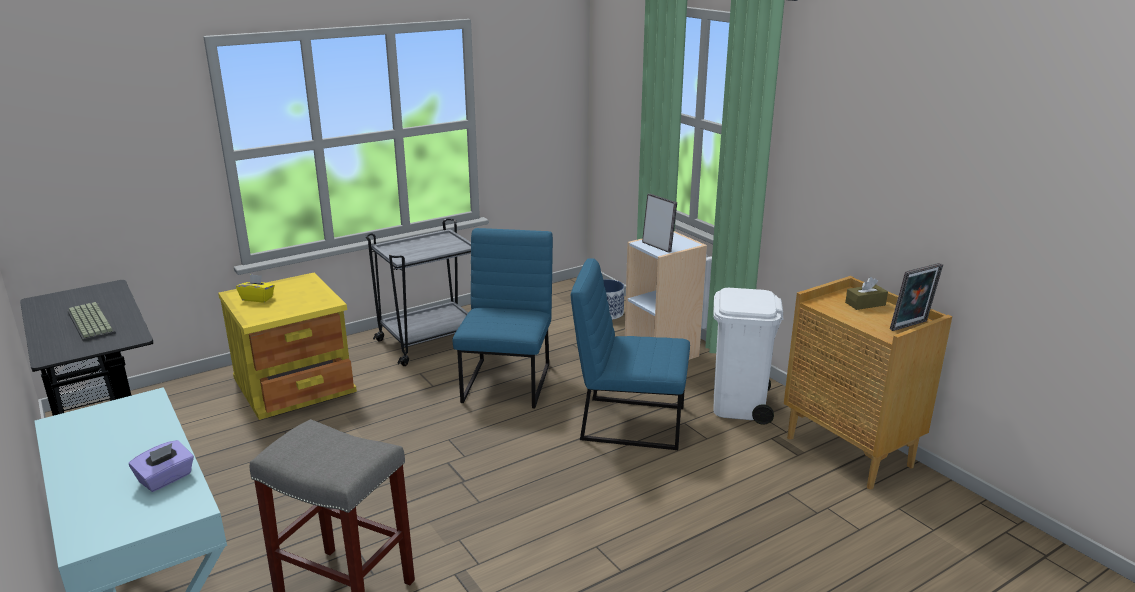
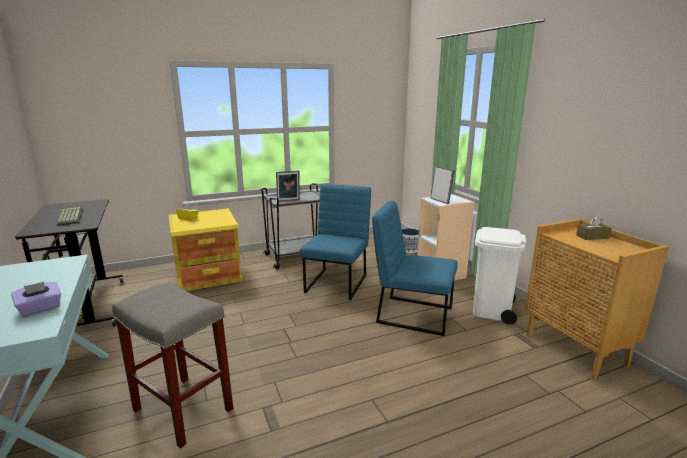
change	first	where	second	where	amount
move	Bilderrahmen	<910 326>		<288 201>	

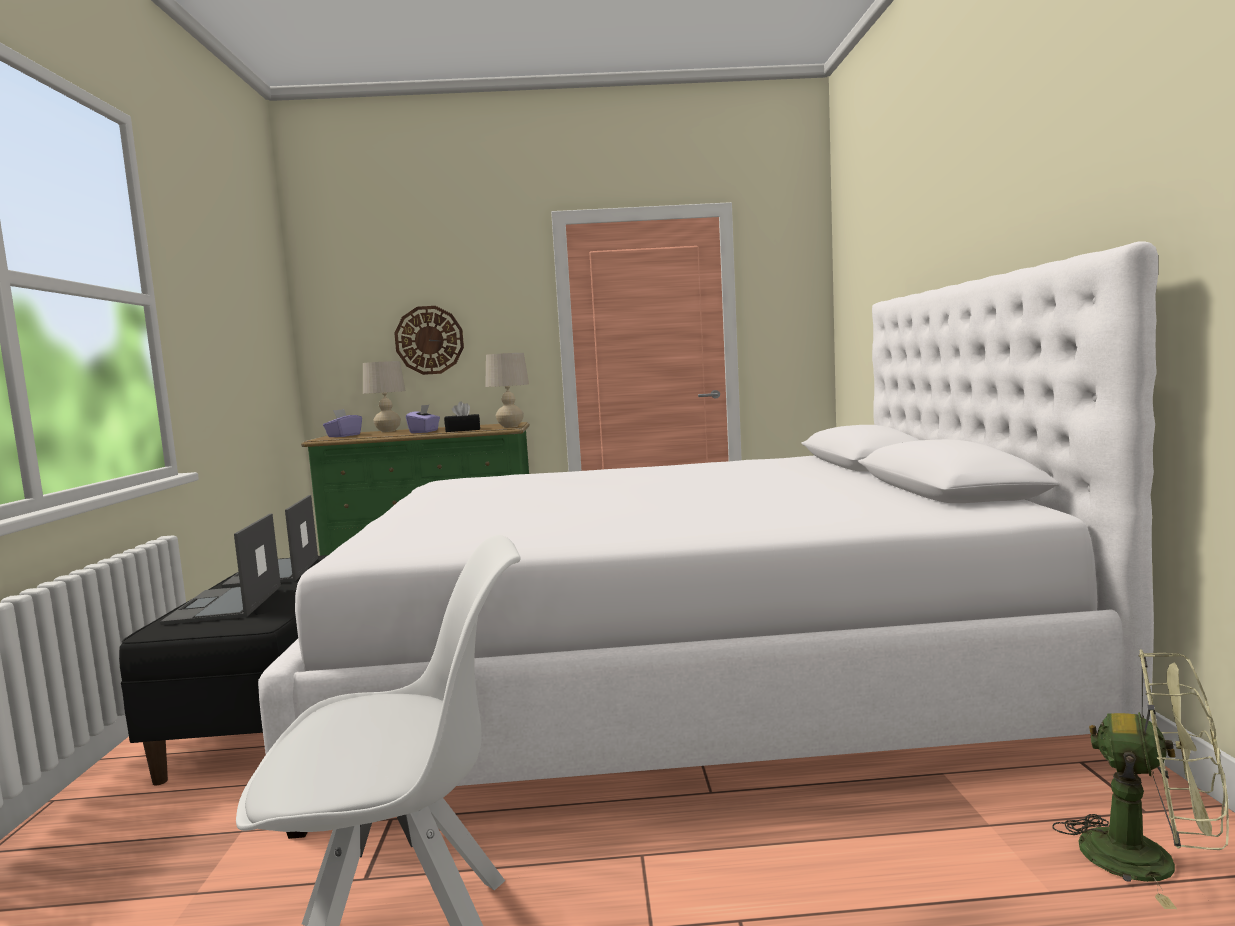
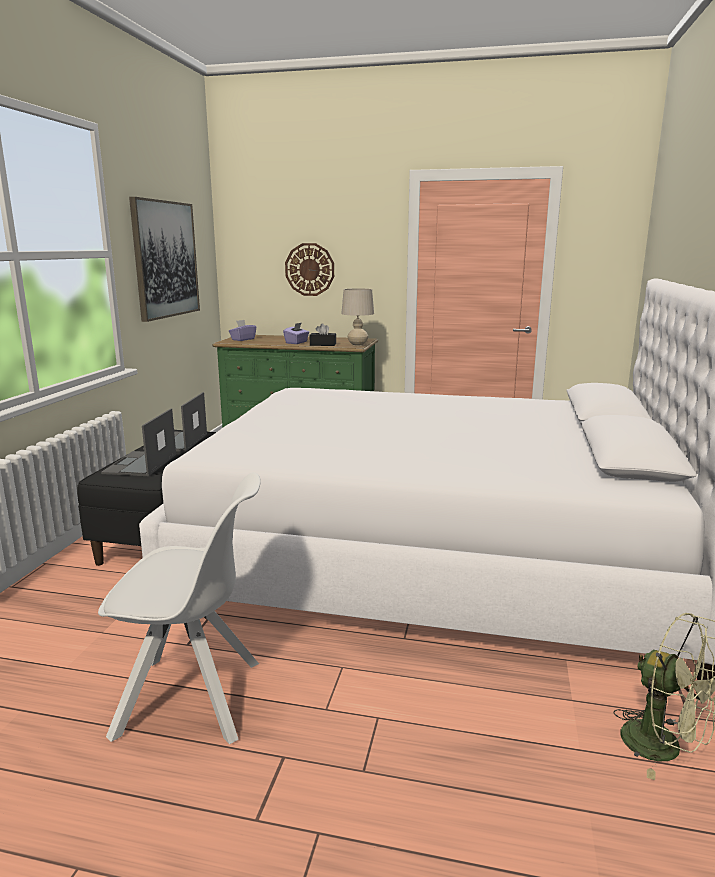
change	first	where	second	where	amount
delete	Tischlampe (beige)	<388 431>			
insert			Bild	<165 259>	

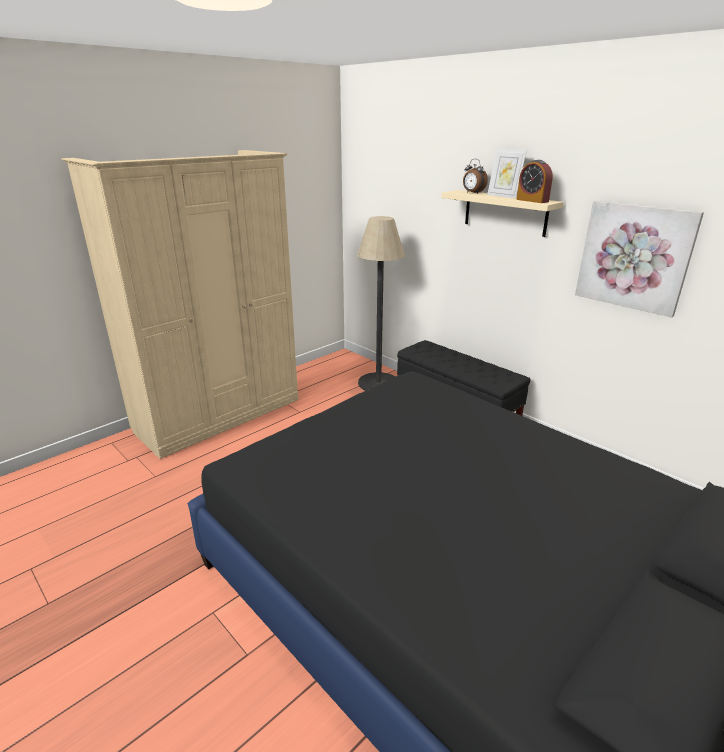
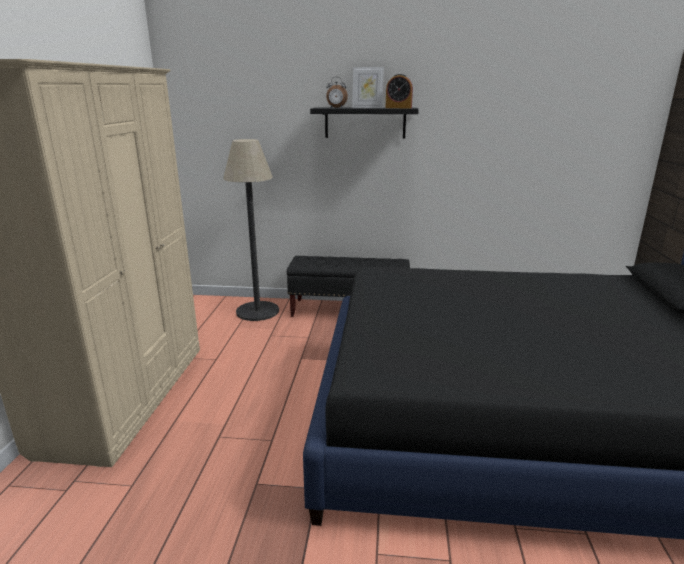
change	first	where	second	where	amount
recolor	Wandregal (beige)	<505 212>	Wandregal (schwarz)	<365 123>	
delete	Bild	<634 257>			

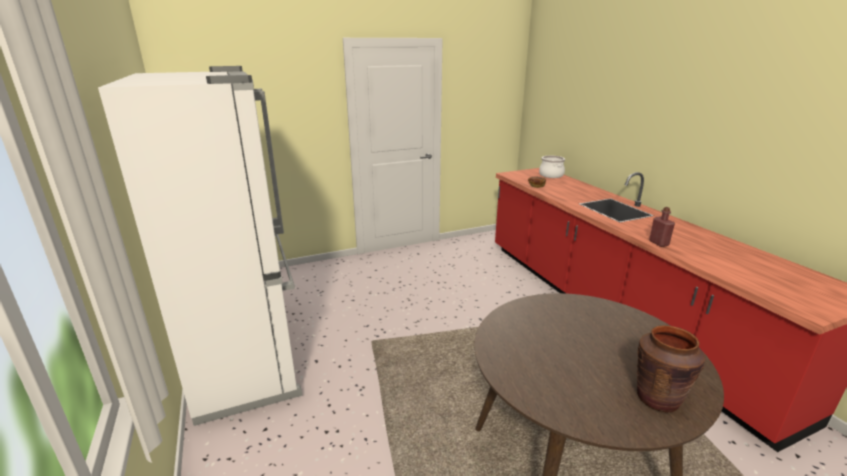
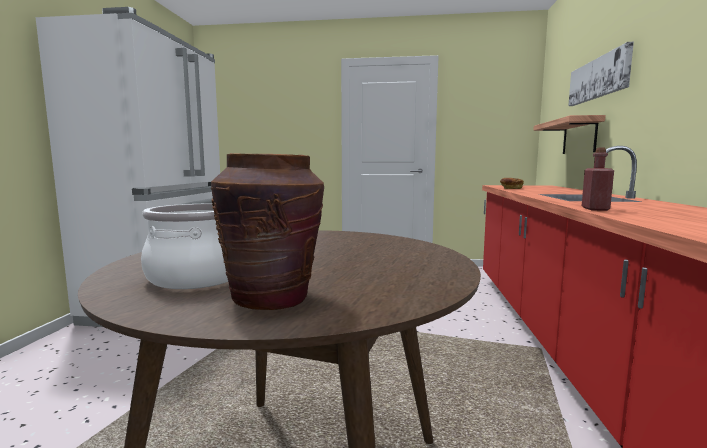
change	first	where	second	where	amount
move	Kochtopf	<551 175>		<199 277>	
insert			Wandregal	<579 137>	
insert			Bild	<599 78>	

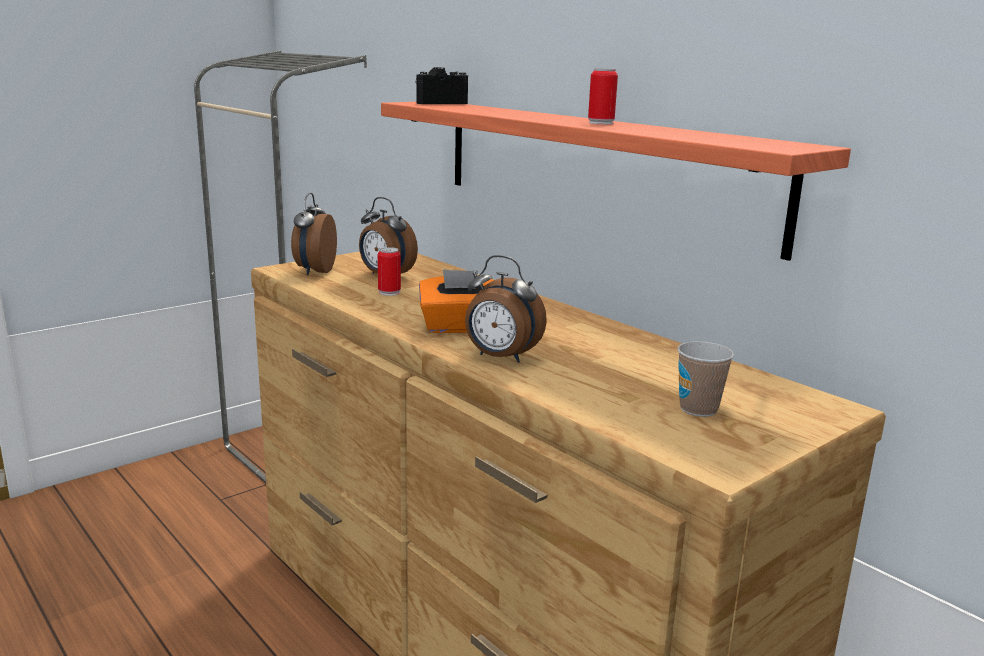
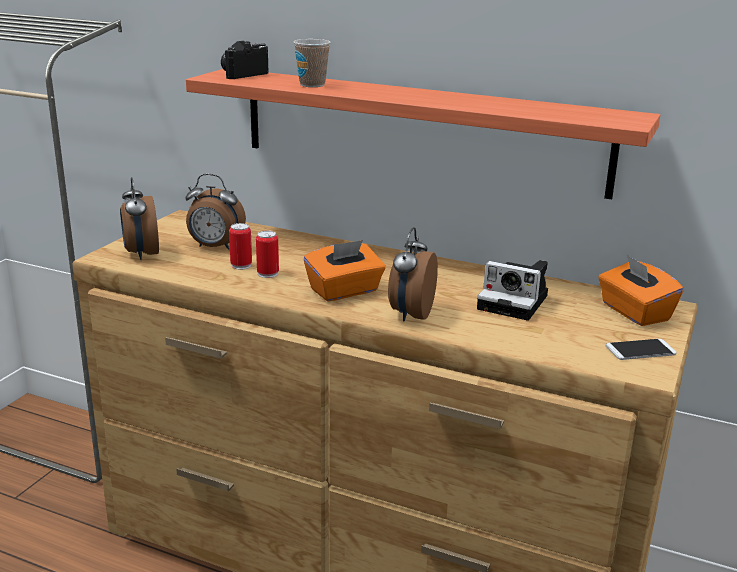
change	first	where	second	where	amount
rotate	Wecker	<500 357>		<410 314>	105 degrees clockwise
move	Dose	<601 123>		<268 273>	
move	Tasse	<698 409>		<312 85>	
insert			Kamera	<516 302>	
insert			Taschentuchbox (orange)	<634 312>	
insert			Handy	<640 350>	

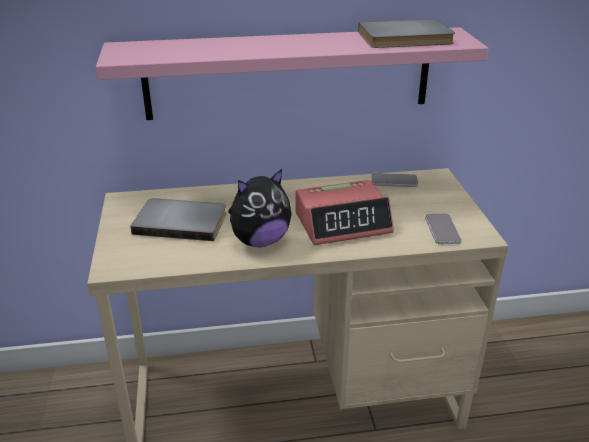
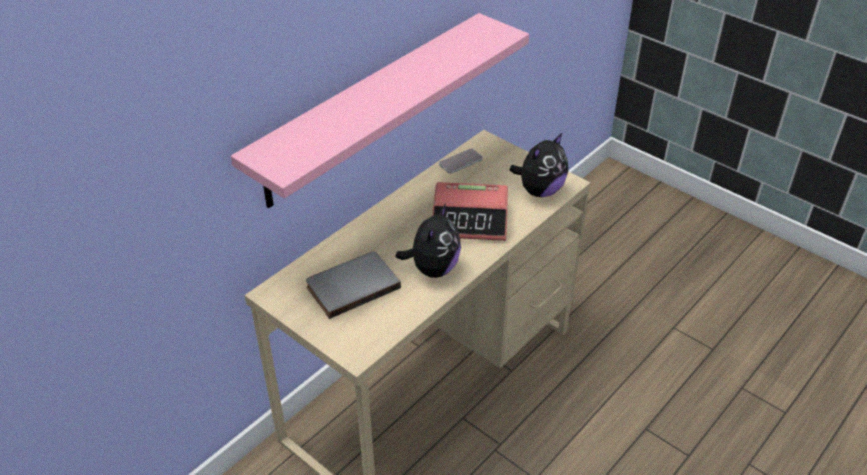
change	first	where	second	where	amount
rotate	Wecker	<343 223>		<470 220>	60 degrees clockwise
delete	Buch (grau)	<406 39>			
replace	Handy	<442 229>	Plüschtier	<539 190>	

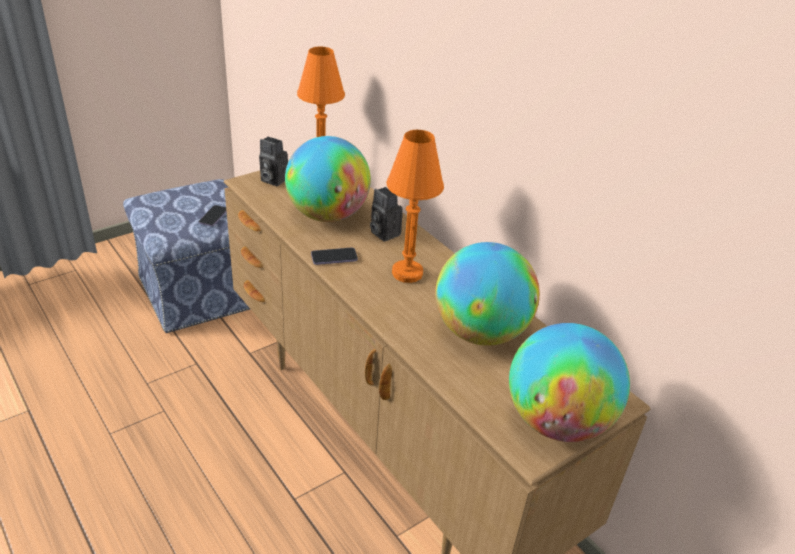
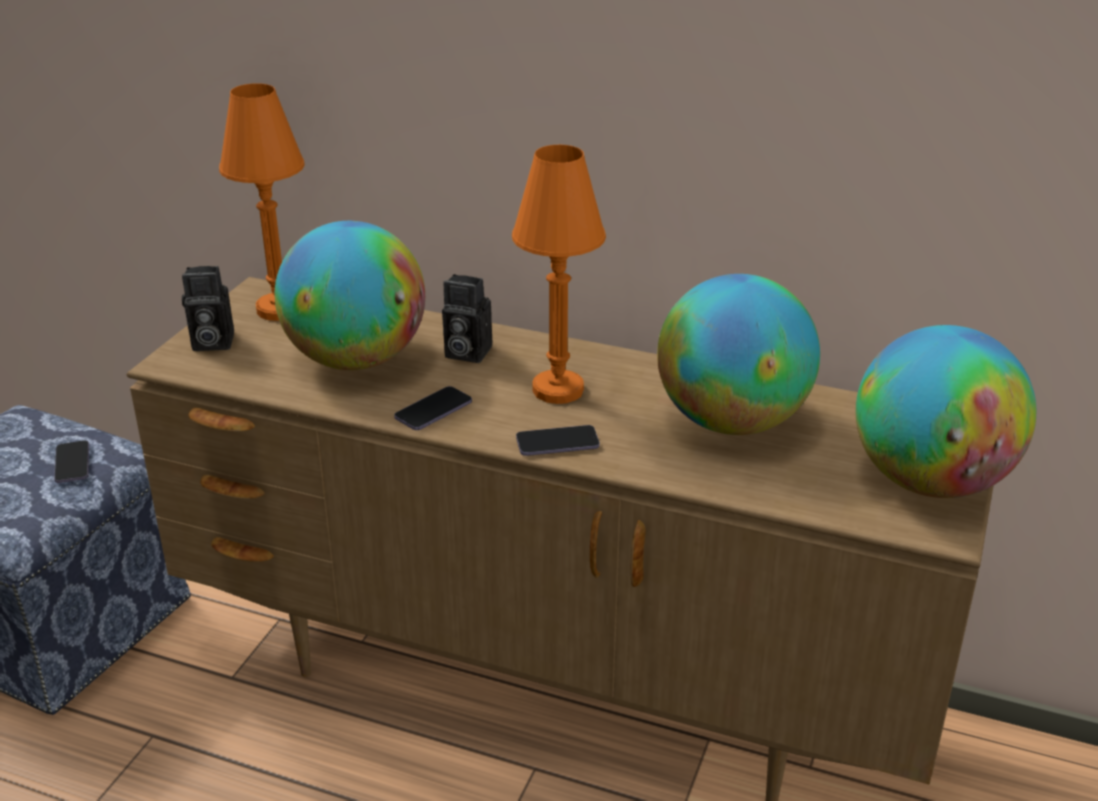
change	first	where	second	where	amount
insert			Handy	<557 443>	

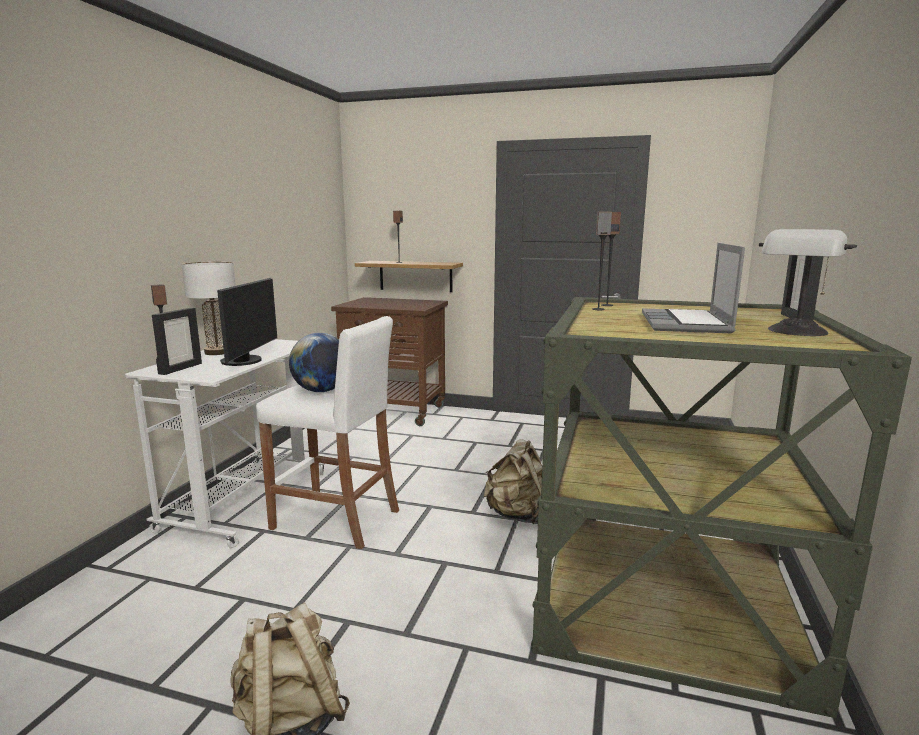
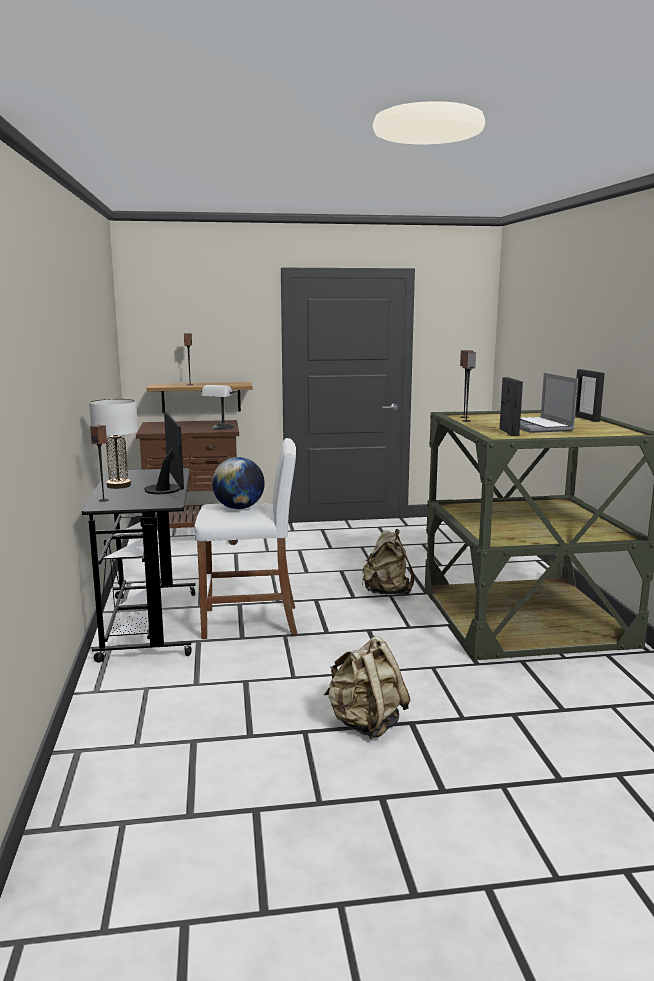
change	first	where	second	where	amount
recolor	Schreibtisch (weiß)	<246 500>	Schreibtisch (schwarz)	<149 625>	
move	Bilderrahmen	<180 368>		<508 432>	
move	Tischlampe	<796 332>		<221 428>	

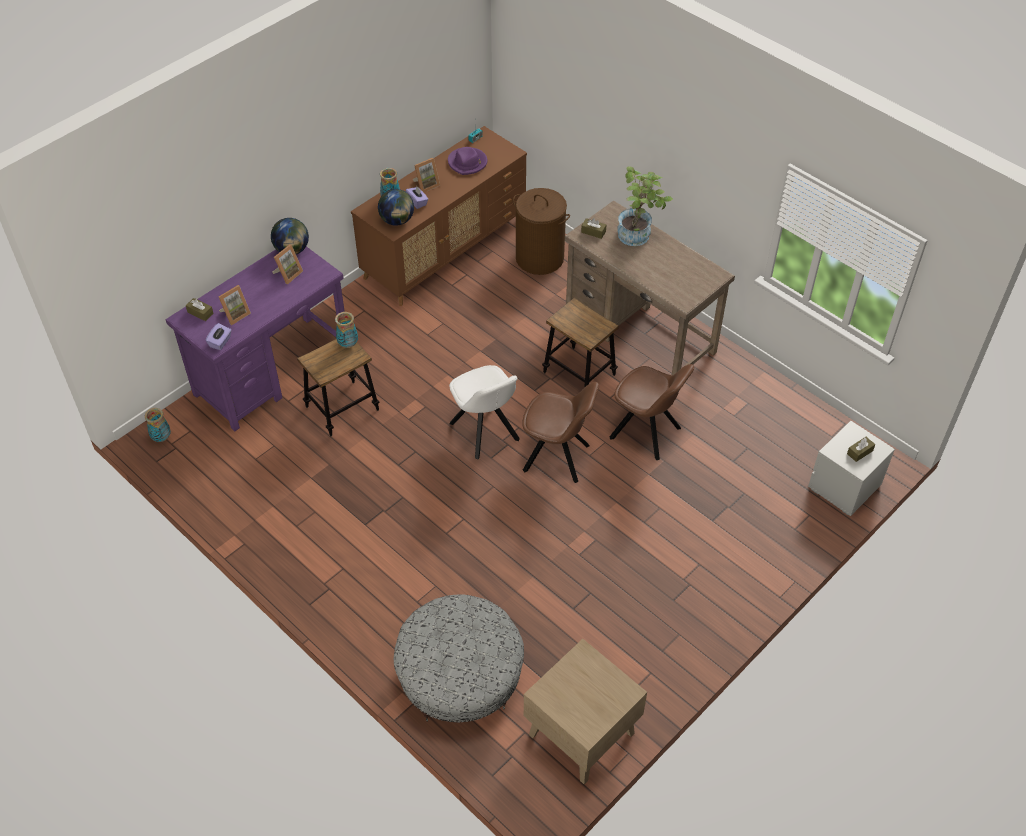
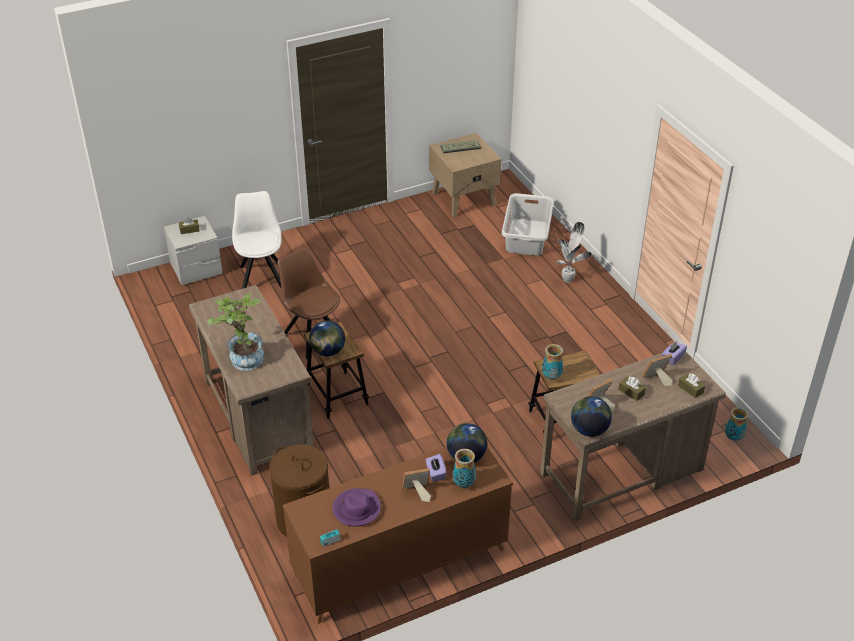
change	first	where	second	where	amount
recolor	Schreibtisch (lila)	<272 371>	Schreibtisch (braun)	<622 472>	
replace	Polsterhocker (grau)	<460 678>	Wäschekorb (grau)	<527 237>	
move	Stuhl (weiß)	<485 431>		<261 277>	
delete	Stuhl (braun)	<557 457>			
move	Taschentuchbox (braun)	<593 232>		<631 392>	
insert			Globus	<328 351>	
insert			Tastatur	<461 147>	
insert			Topfpflanze	<568 279>	

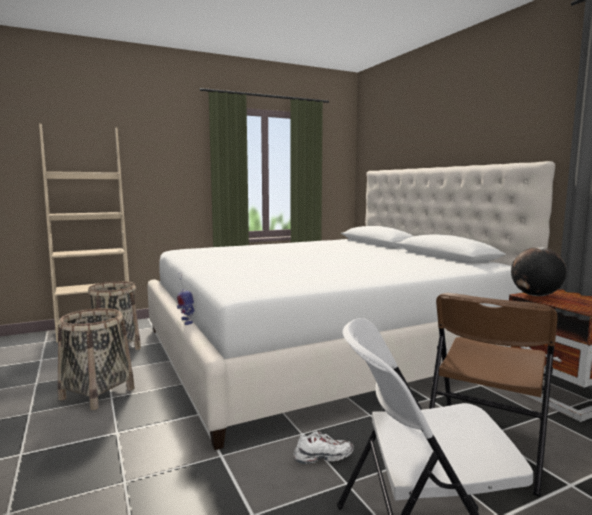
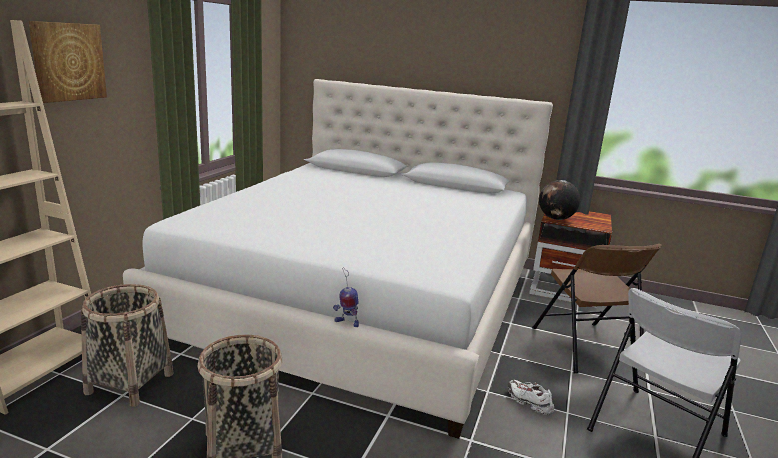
change	first	where	second	where	amount
rotate	Schuh (weiß)	<323 457>		<529 402>	75 degrees counterclockwise
insert			Bild	<68 61>	

